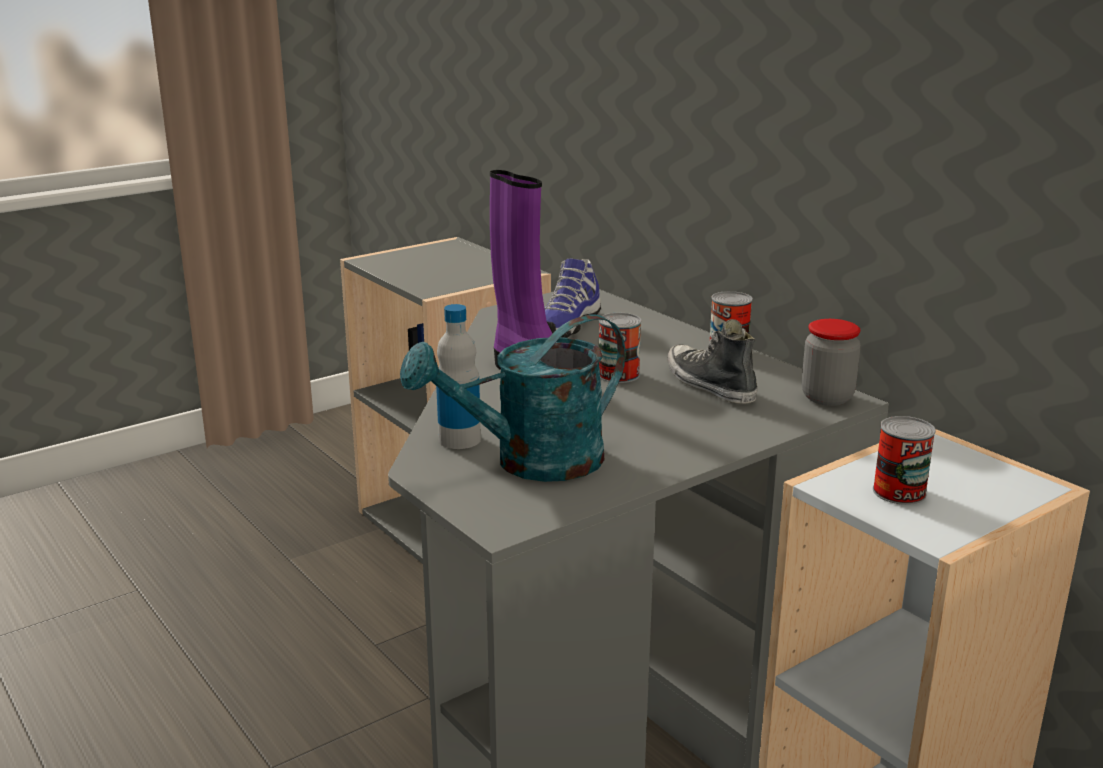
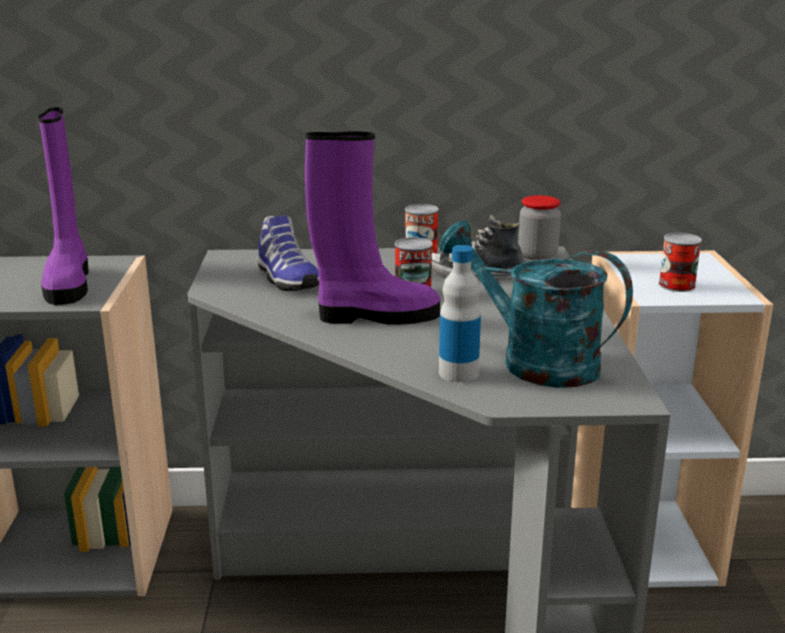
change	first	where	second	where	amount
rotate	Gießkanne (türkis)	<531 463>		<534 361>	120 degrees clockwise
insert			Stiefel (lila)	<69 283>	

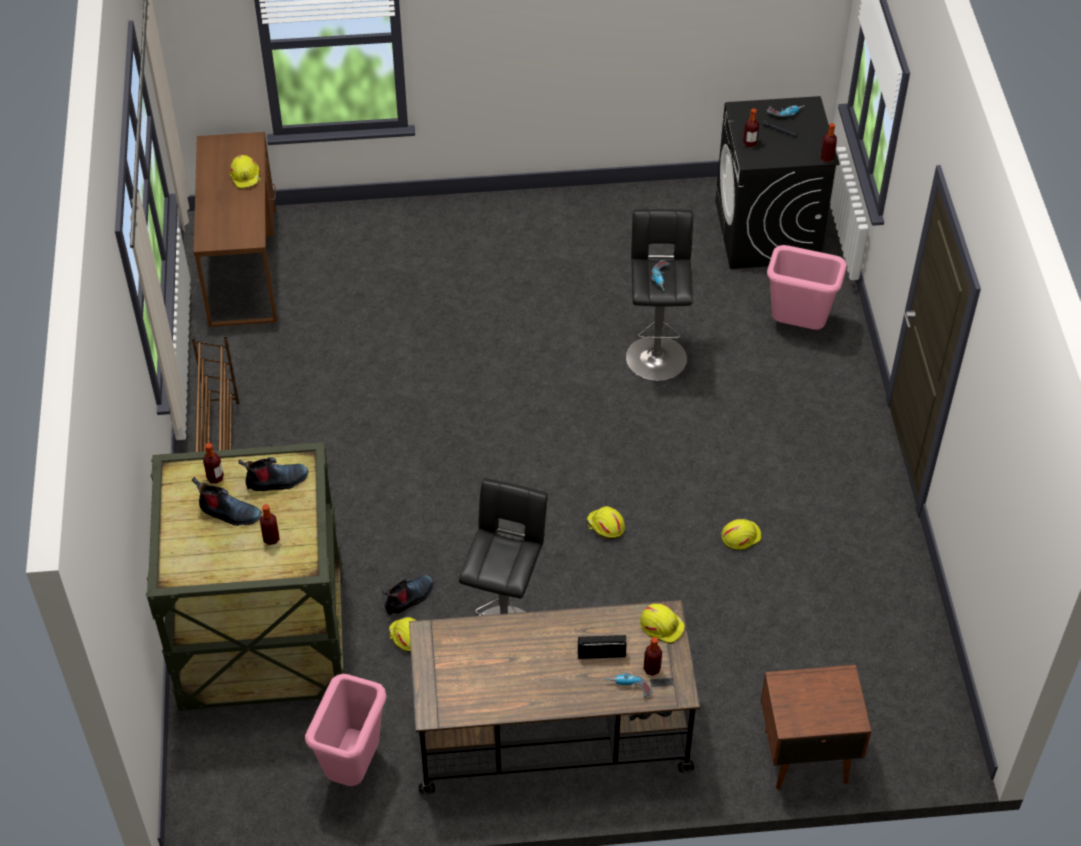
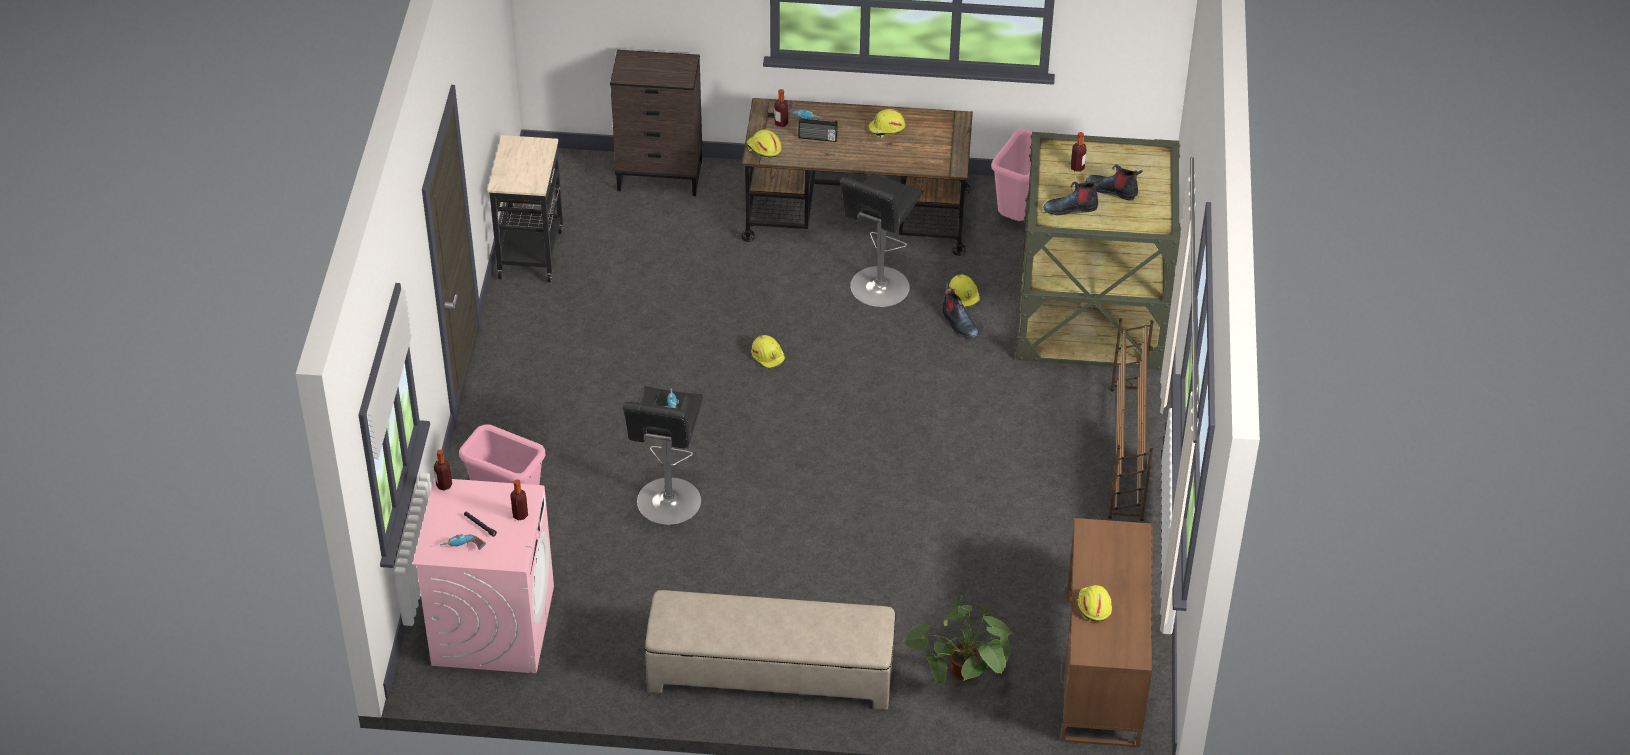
change	first	where	second	where	amount
delete	Flasche	<215 478>			
rotate	Stiefel	<409 599>		<958 323>	90 degrees counterclockwise
recolor	Waschmaschine (schwarz)	<767 232>	Waschmaschine (rosa)	<493 625>	
move	Schutzhelm (gelb)	<740 536>		<886 129>	
replace	Nachttisch (braun)	<804 755>	Kommode (braun)	<660 176>	
insert			Rollwagen	<530 253>	
insert			Bank (beige)	<769 672>	
insert			Topfpflanze	<963 682>	

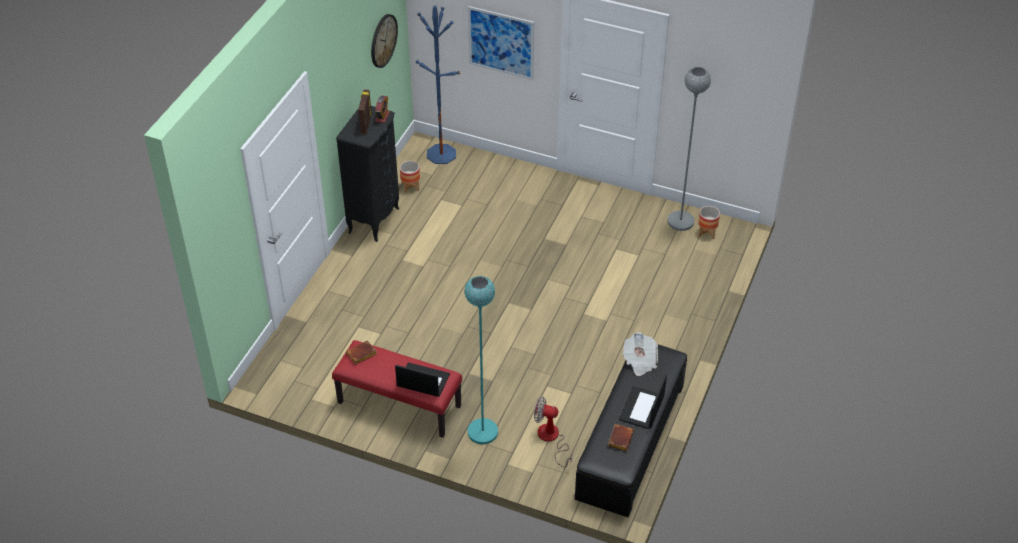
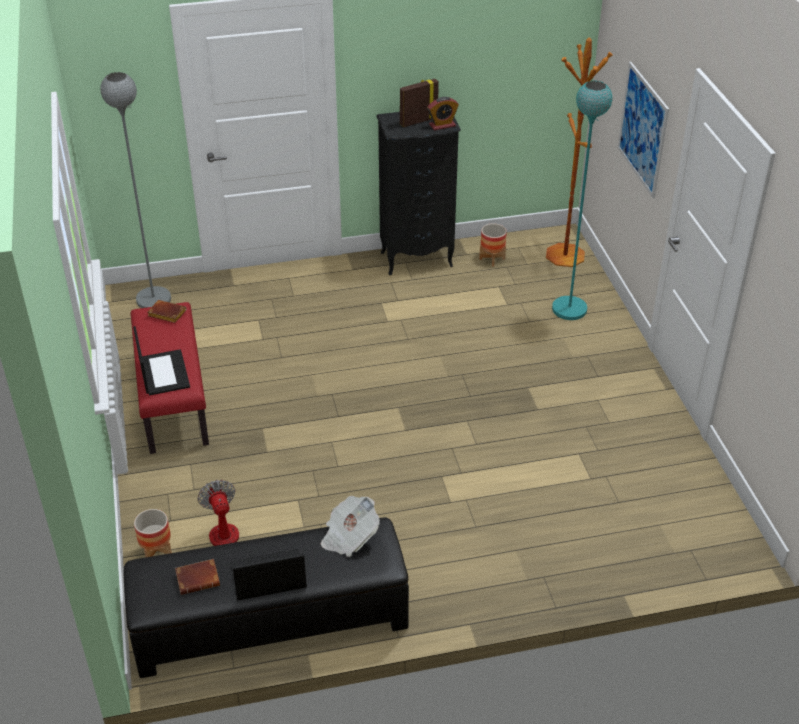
change	first	where	second	where	amount
delete	Wanduhr	<383 40>			
recolor	Kleiderständer (blau)	<441 154>	Kleiderständer (orange)	<565 255>	
move	Stehlampe (türkis)	<483 432>		<569 309>	
move	Stehlampe (grau)	<680 221>		<154 299>	
move	Pflanzkübel	<707 233>		<156 551>	

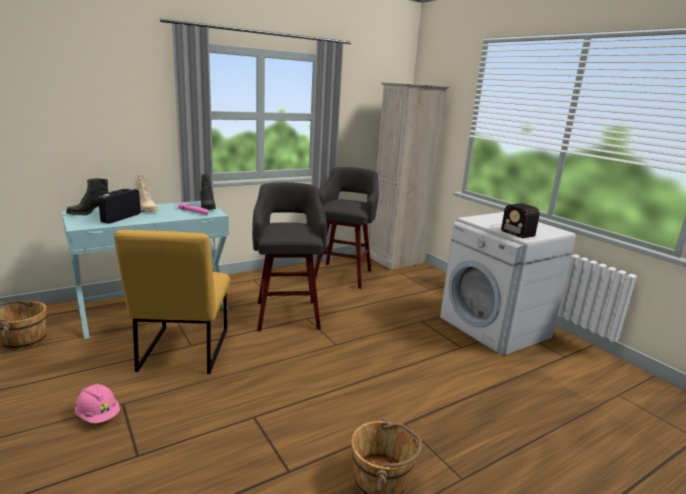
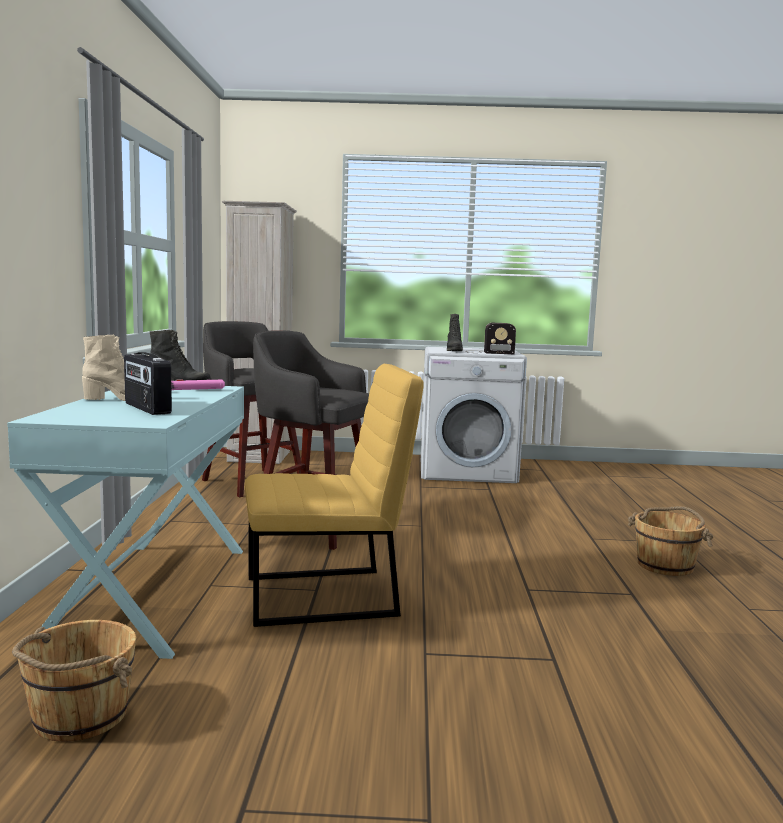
change	first	where	second	where	amount
move	Stiefel (schwarz)	<89 213>		<453 350>	
delete	Schutzhelm (rosa)	<98 415>			
rotate	Stuhl (gelb)	<183 351>		<326 596>	45 degrees counterclockwise

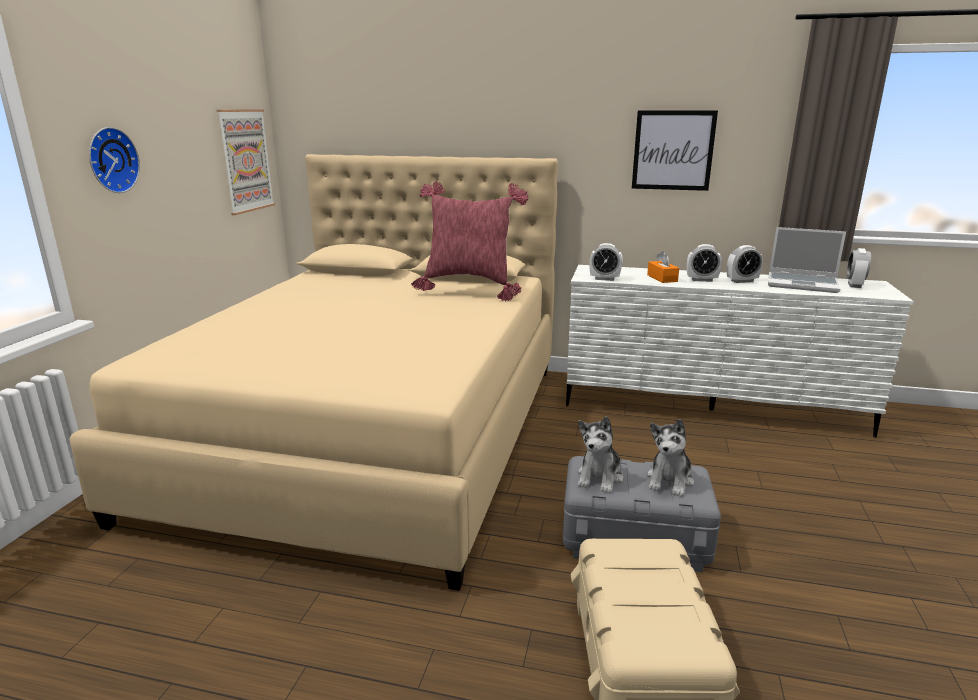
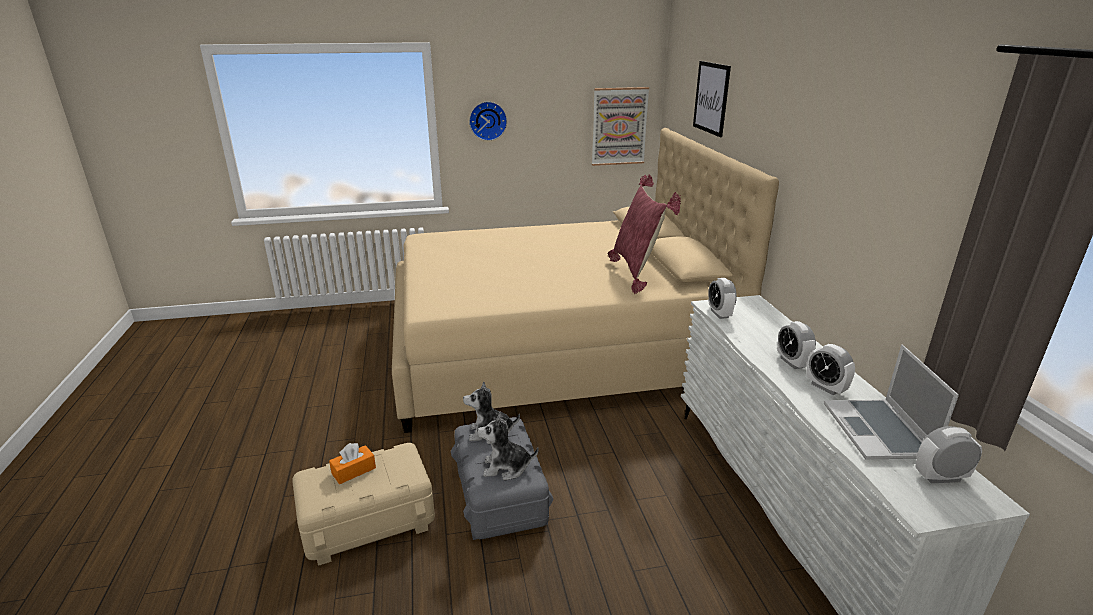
change	first	where	second	where	amount
move	Bild	<673 150>		<711 98>	
move	Taschentuchbox (orange)	<662 278>		<353 471>	

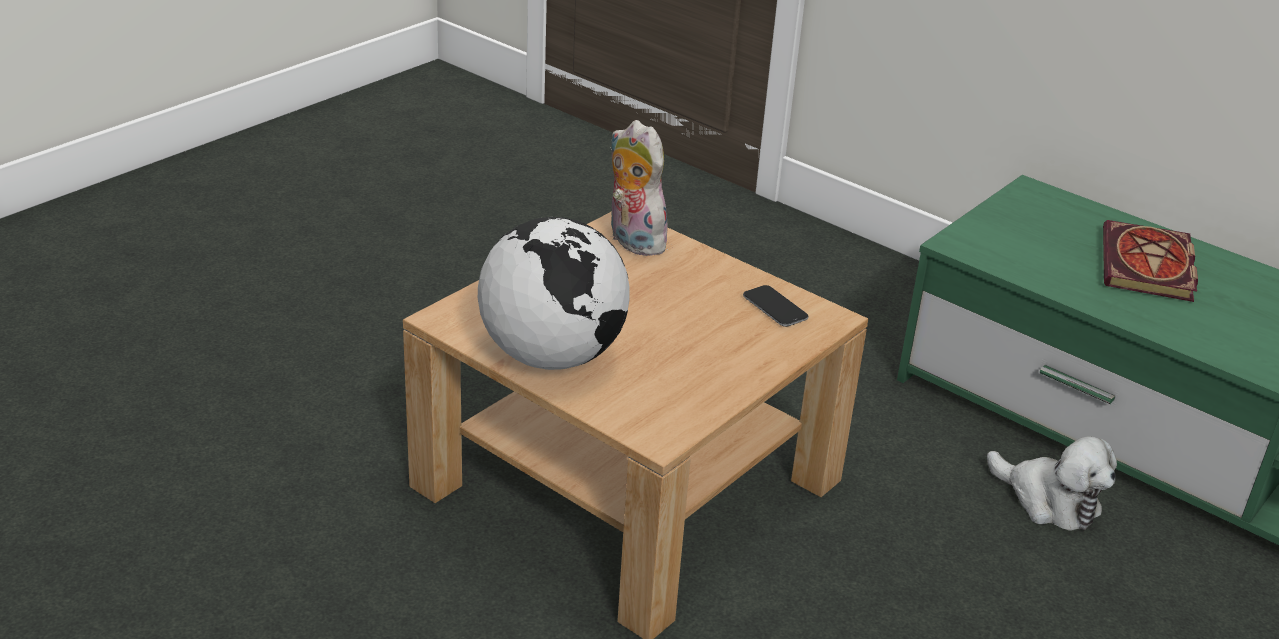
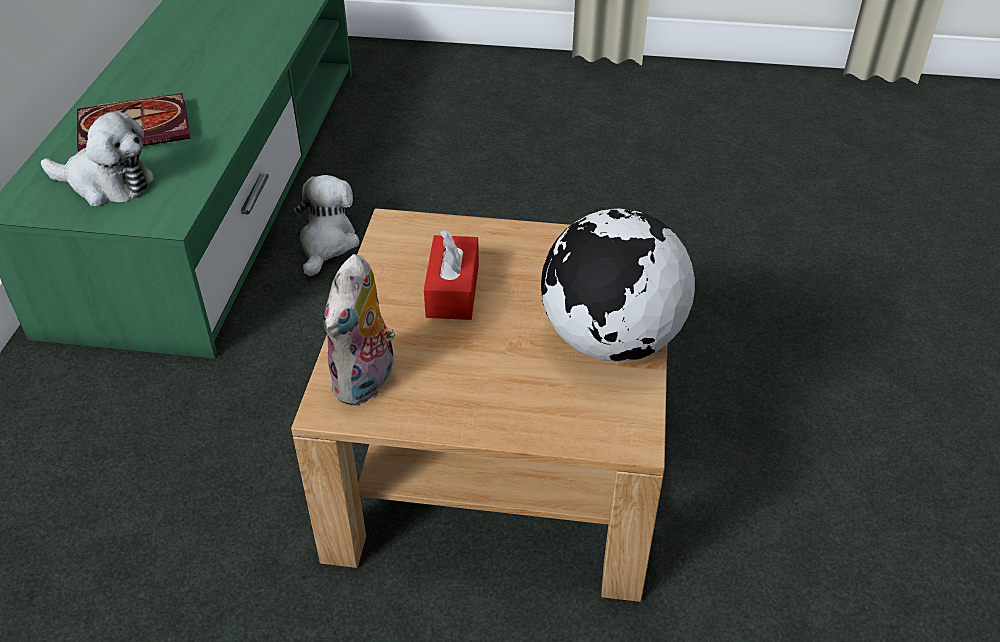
change	first	where	second	where	amount
delete	Handy	<775 307>			
insert			Plüschtier	<106 184>	
insert			Taschentuchbox (rot)	<452 290>	

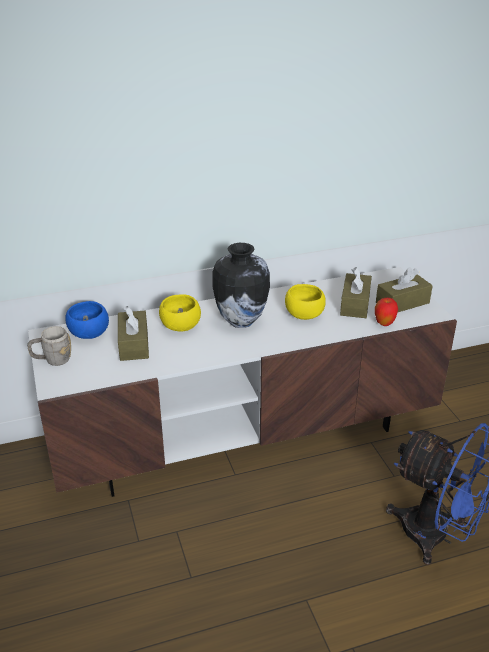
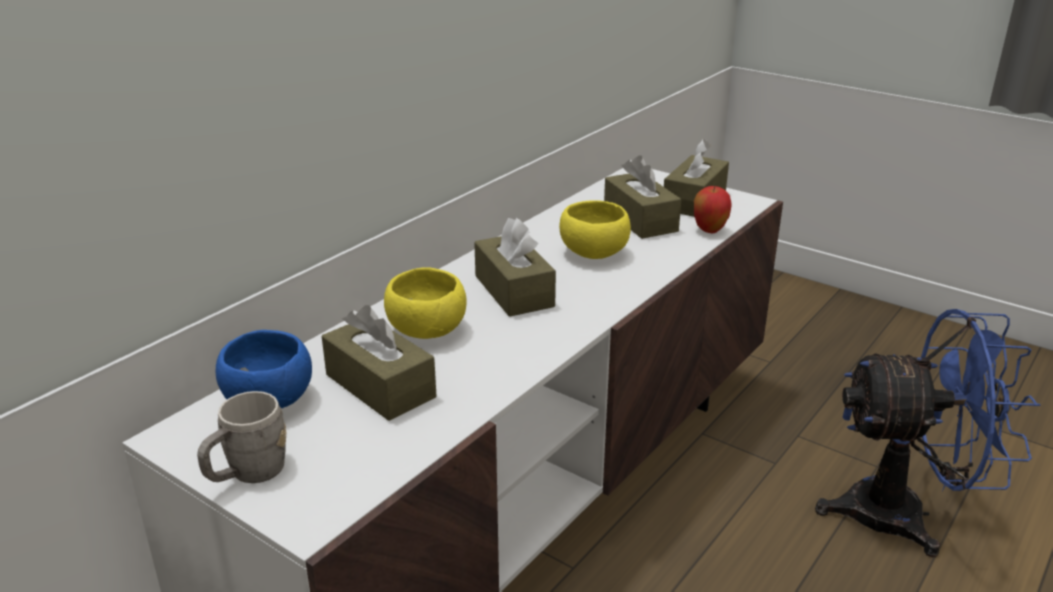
change	first	where	second	where	amount
replace	Vase	<240 321>	Taschentuchbox (braun)	<514 291>	

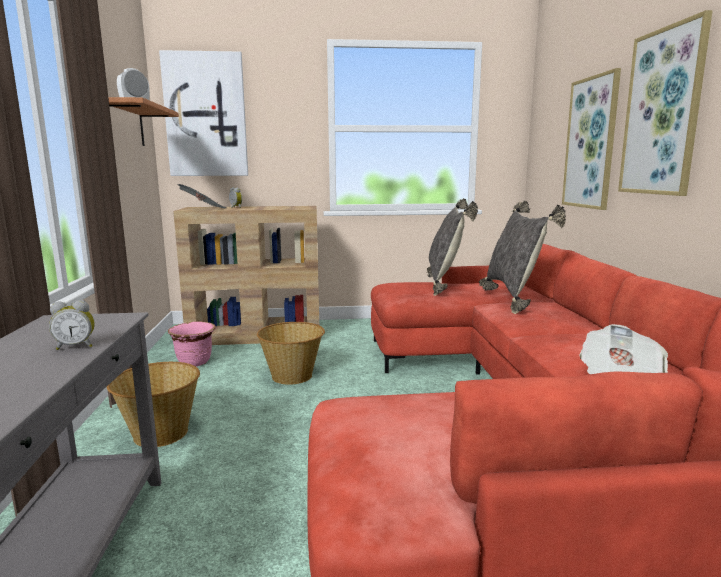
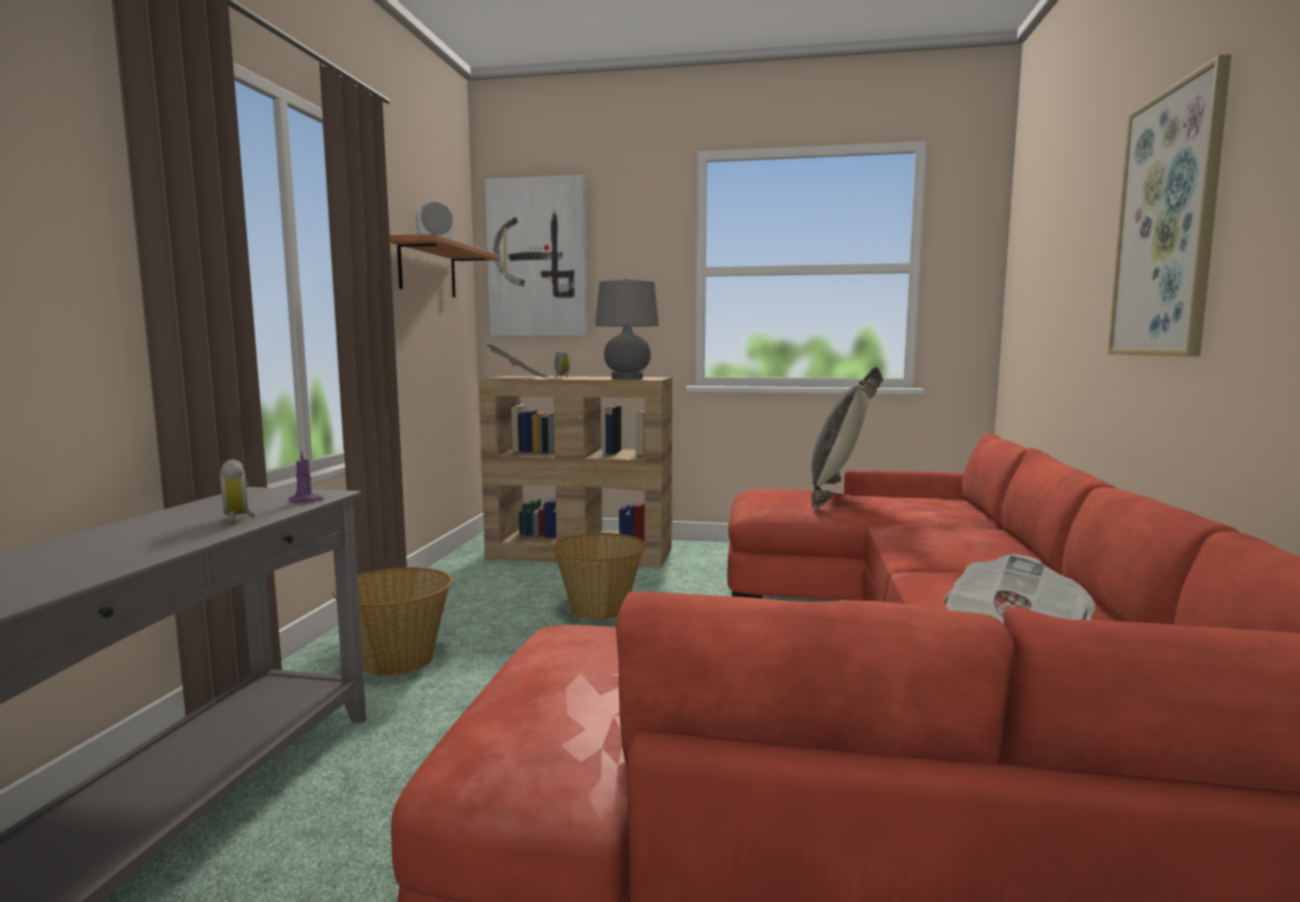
change	first	where	second	where	amount
rotate	Wecker	<76 346>		<240 518>	60 degrees clockwise
delete	Pflanzkübel (rosa)	<195 362>			
delete	Kissen	<516 302>			
delete	Bild	<591 143>			
insert			Kerze (lila)	<307 500>	
insert			Tischlampe (grau)	<627 378>	

